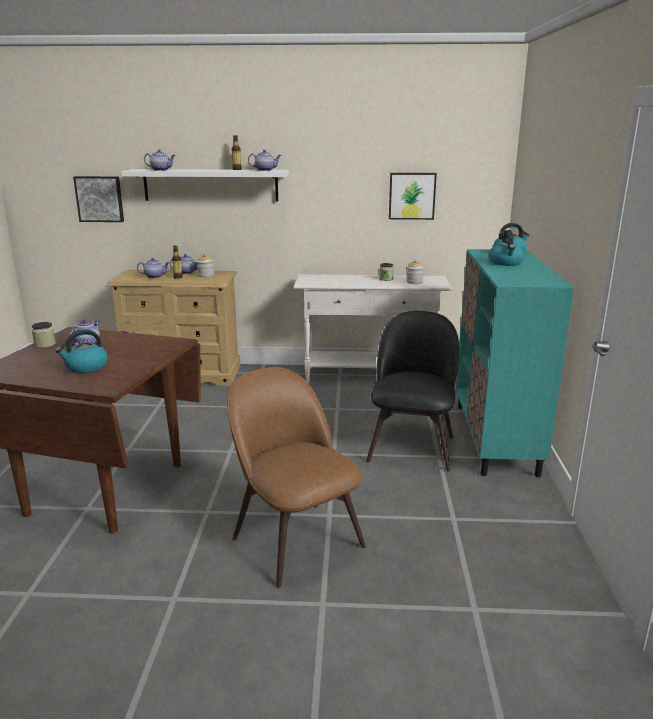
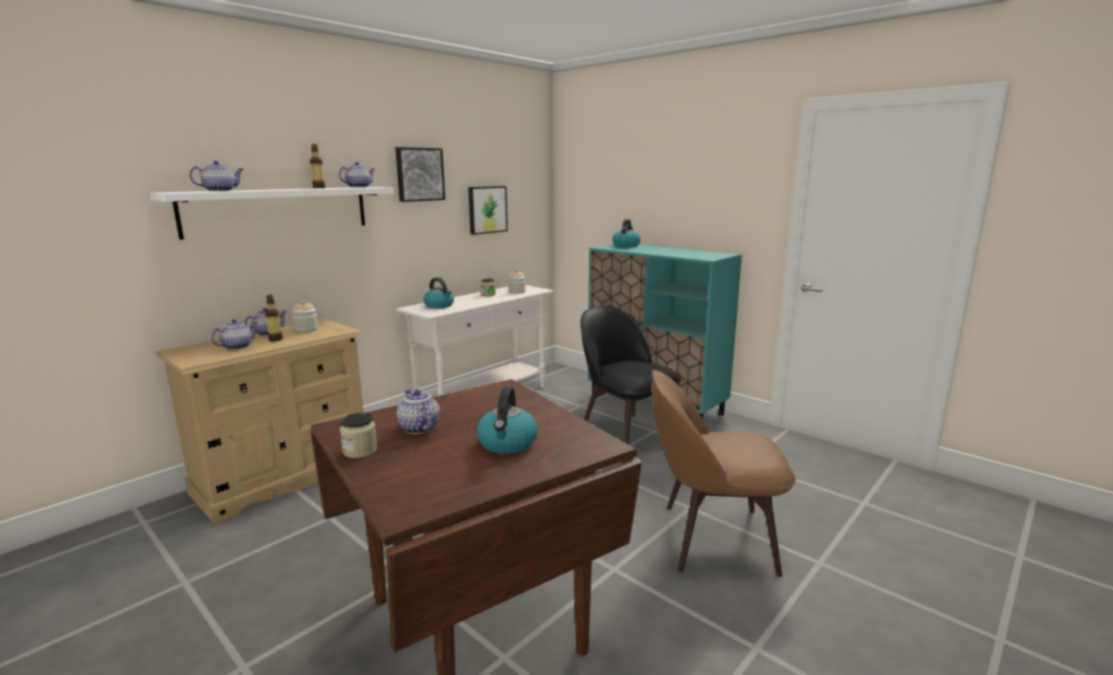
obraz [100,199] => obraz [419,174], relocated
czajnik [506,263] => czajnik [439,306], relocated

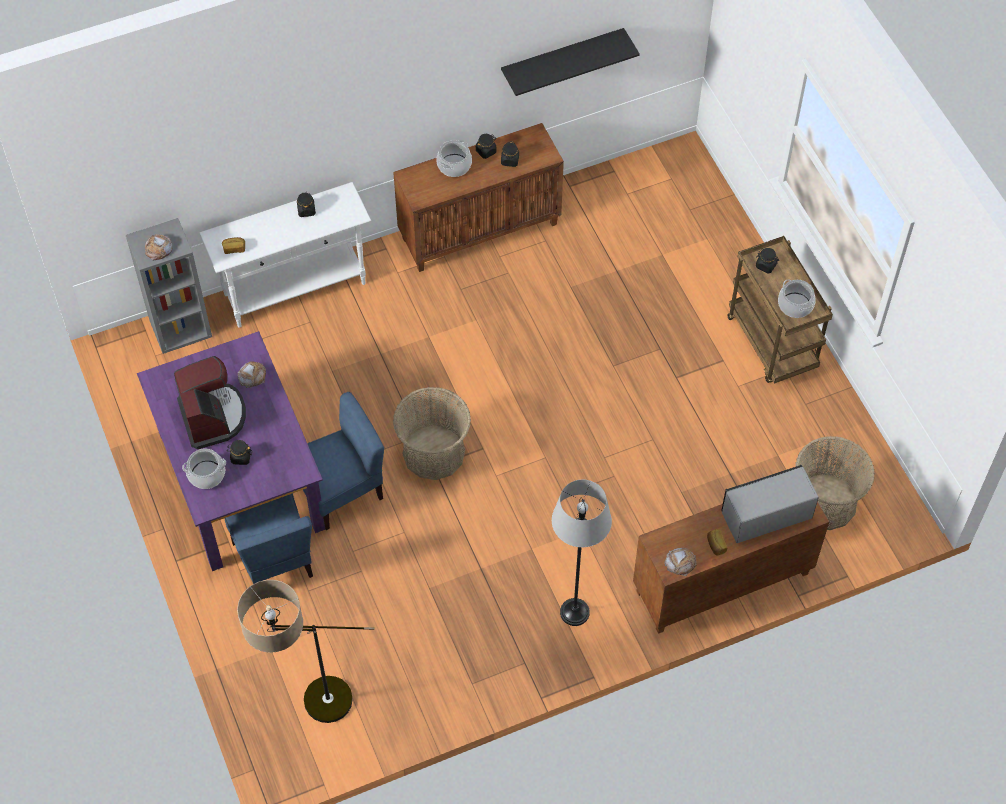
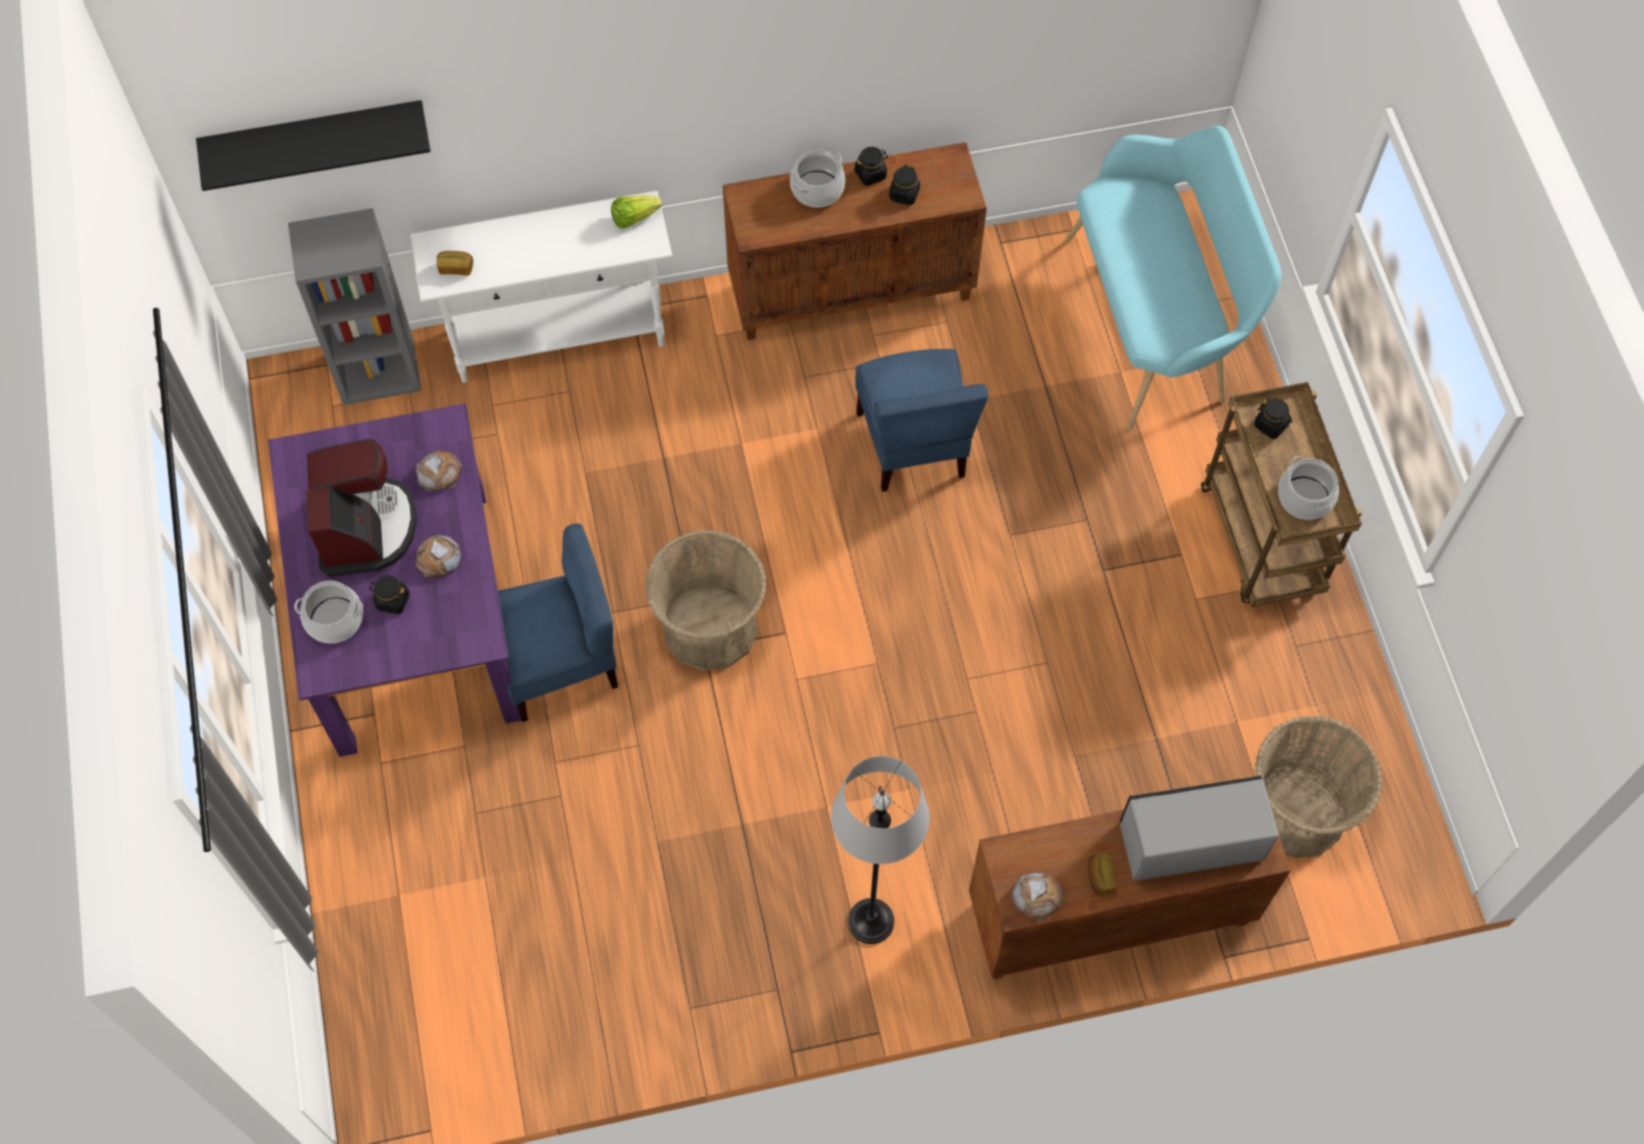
półka/czarny [562,58] => półka/czarny [315,136], relocated
chleb [158,249] => chleb [438,559], relocated
nothing => sałata [634,217]
krzesło/niebieski [274,559] => krzesło/niebieski [913,445], relocated
nothing => ławka/turkusowy [1155,322]
lampa stojąca [309,706] => nothing
słoik/czarny [306,210] => nothing

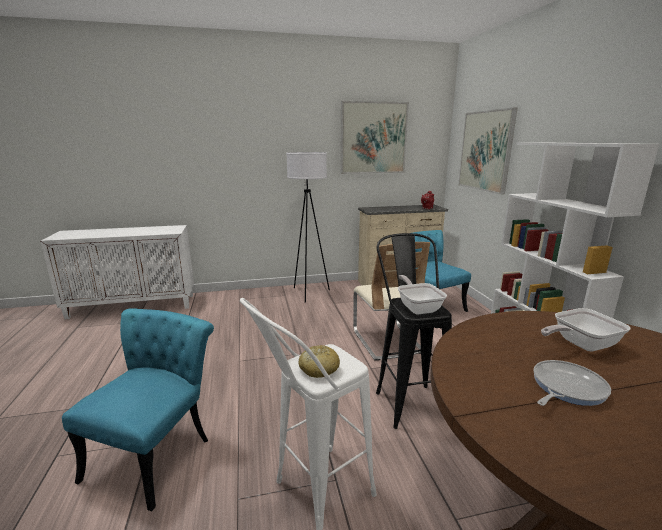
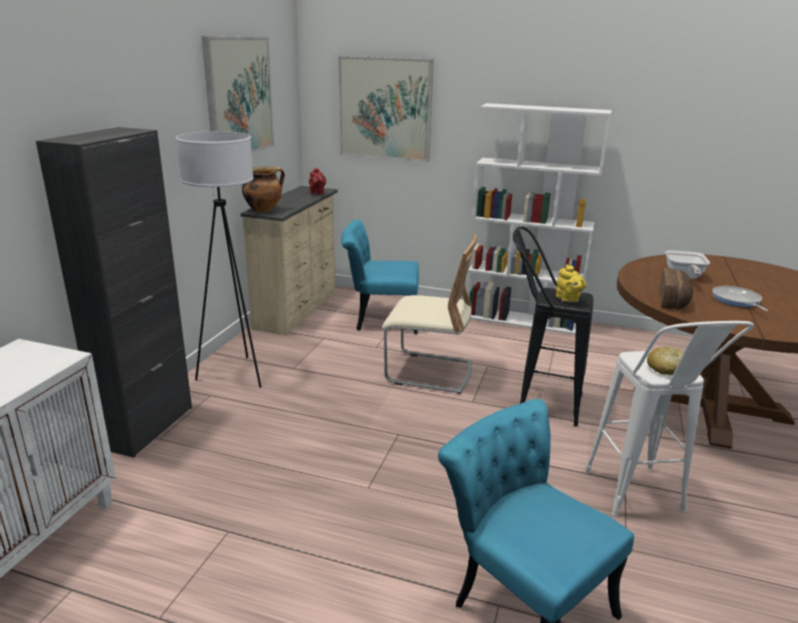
nothing => szafka/czarny [147,427]
nothing => garnek [264,210]
patelnia [417,307] => imbryk/żółty [568,299]
nothing => chleb [674,301]

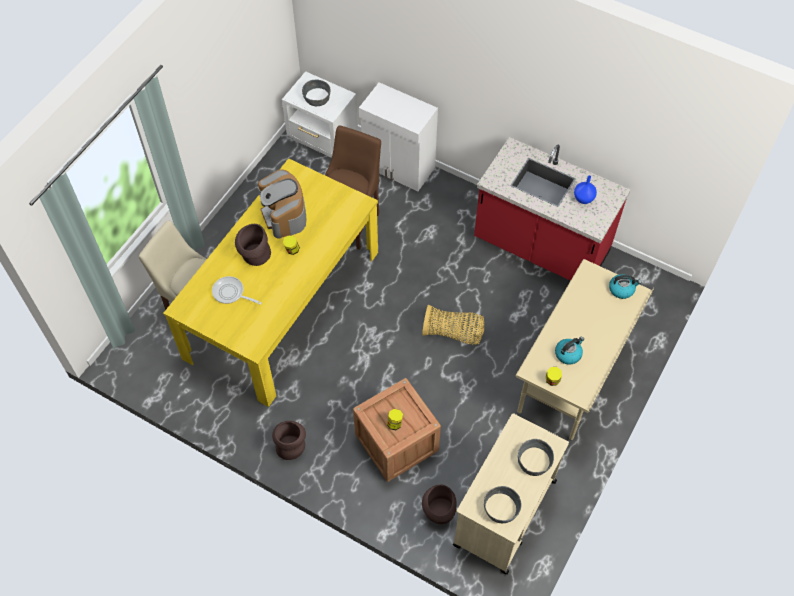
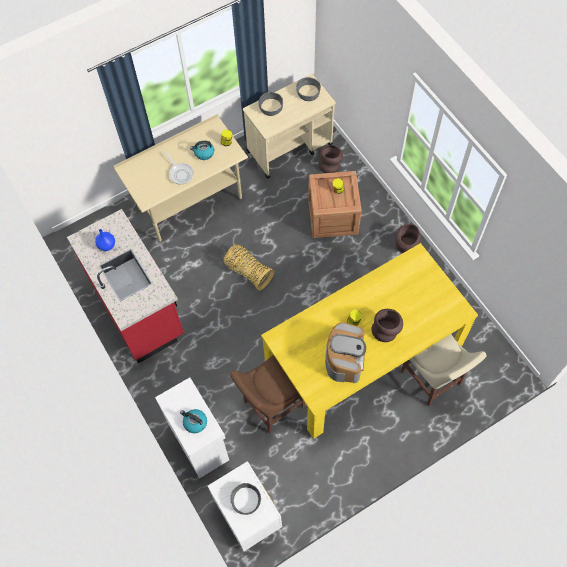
patelnia [231,293] => patelnia [180,173], relocated
czajnik [621,289] => czajnik [195,422], relocated

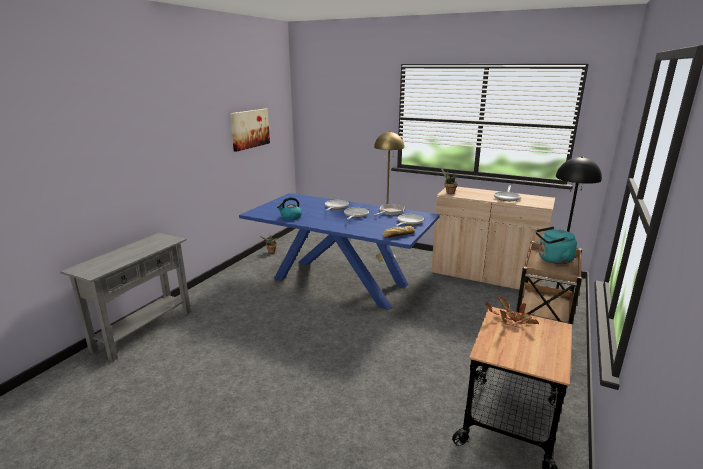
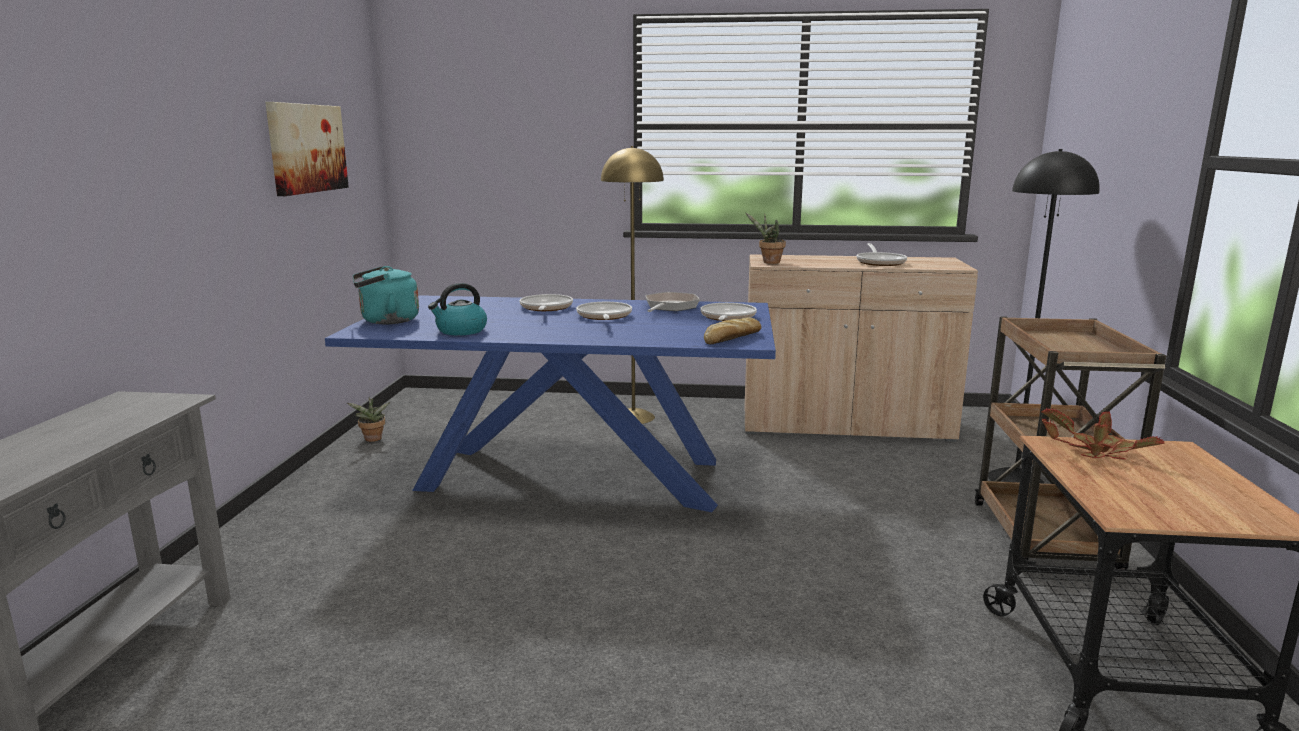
czajnik/turkusowy [552,260] => czajnik/turkusowy [386,321], relocated

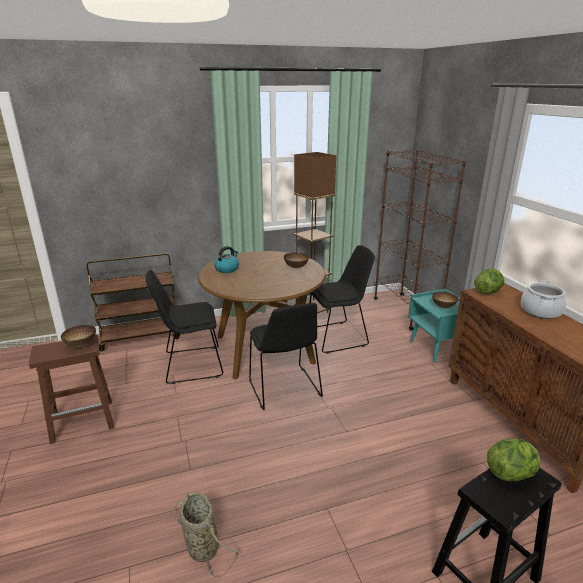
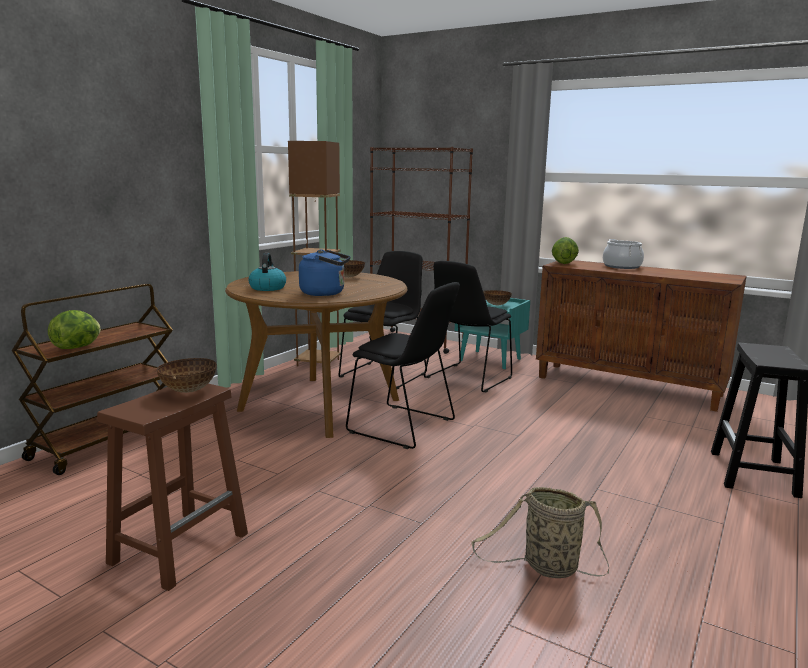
sałata [511,473] => sałata [78,347], relocated
nothing => czajnik/niebieski [325,293]
krzesło/czarny [190,365] => krzesło/czarny [467,379], relocated

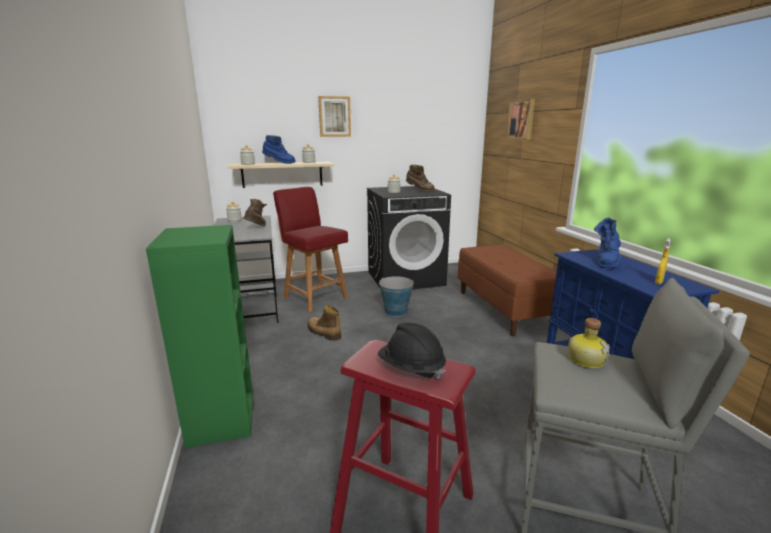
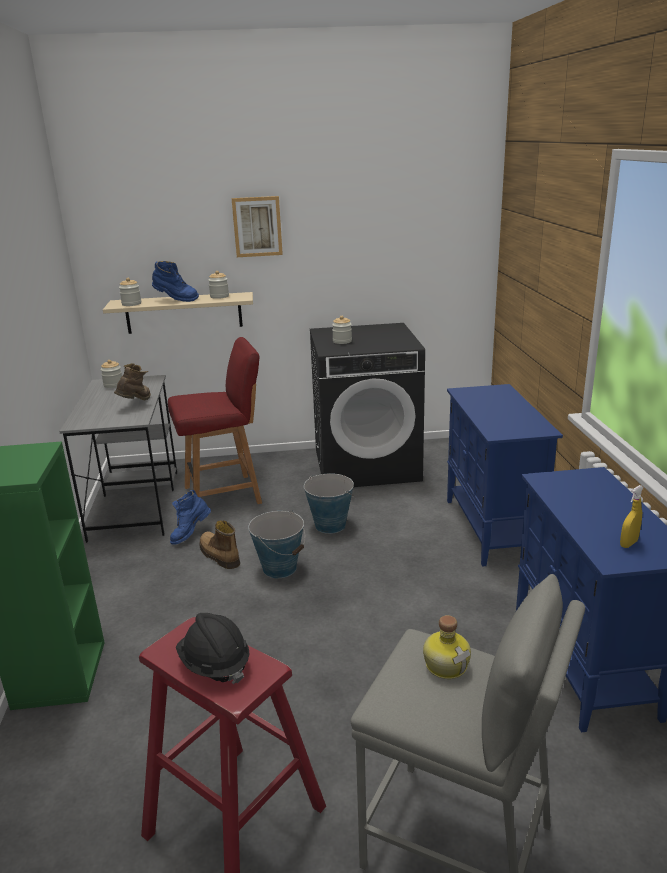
krzesło/czerwony [314,297] => krzesło/czerwony [225,494], 105 degrees clockwise
but z cholewką/niebieski [606,262] => but z cholewką/niebieski [190,534], relocated
nothing => wiadro [280,568]
ławka/brązowy [504,309] => szafka/niebieski [492,529]
but z cholewką/brązowy [419,191] => nothing
obraz [521,119] => nothing

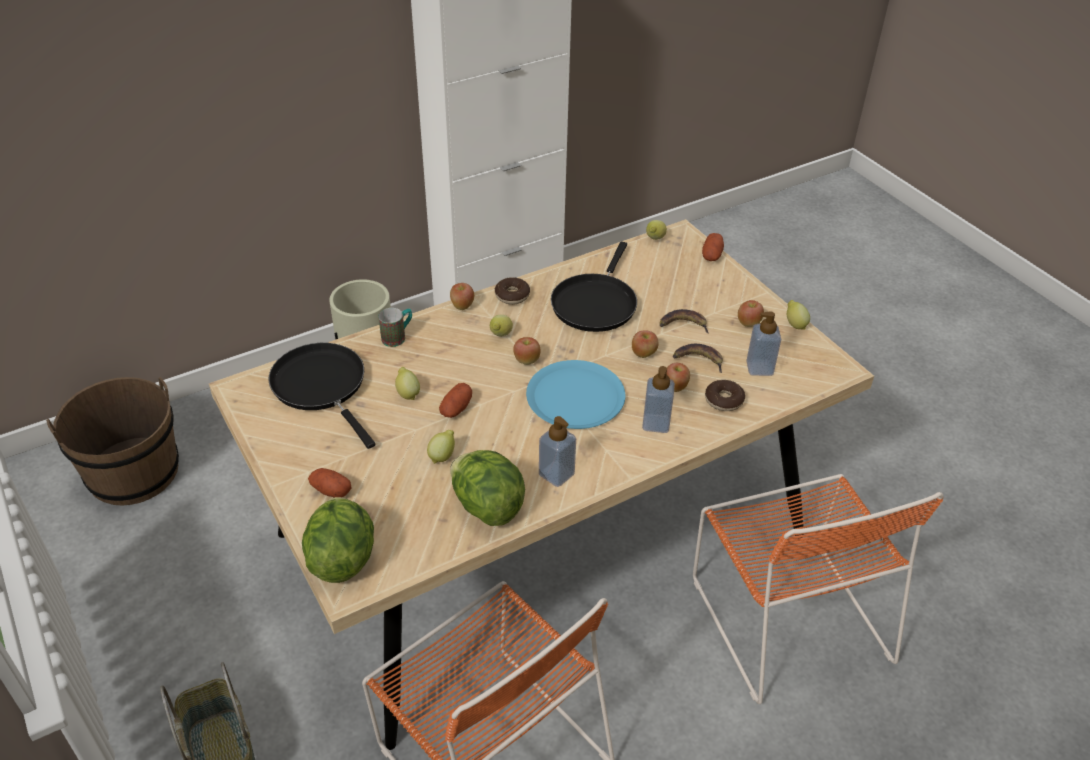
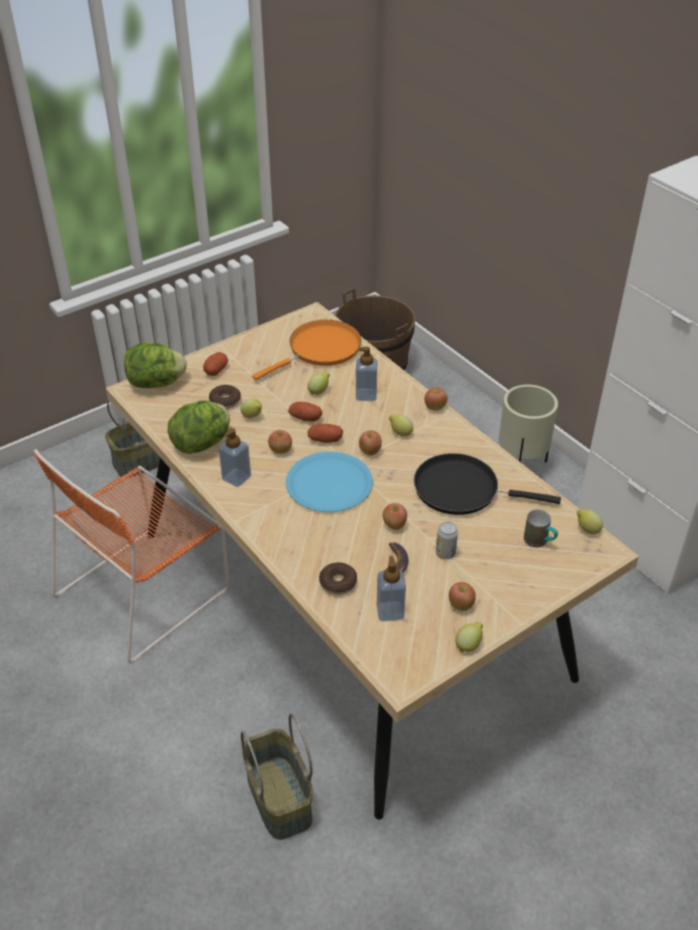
donut [512,295] => donut [225,401], relocated
krzesło/pomarańczowy [787,614] => koszyk [277,797]
patelnia/czarny [322,386] => patelnia/pomarańczowy [320,350]
jabłko [675,387] => jabłko [280,451], relocated
ziemniak [712,255] => ziemniak [325,440], relocated
dozownik mydła [656,423] => dozownik mydła [366,395], relocated
banan [683,324] => puszka [445,553]
kubek [398,337] => kubek [539,542], relocated

